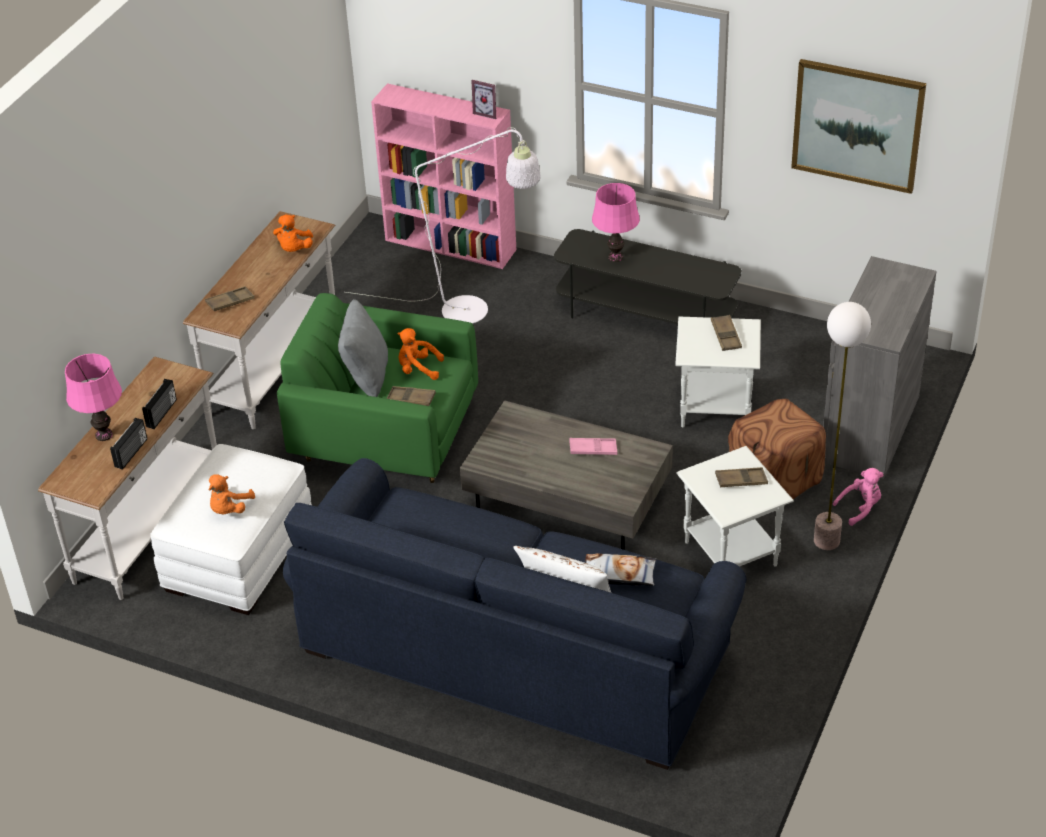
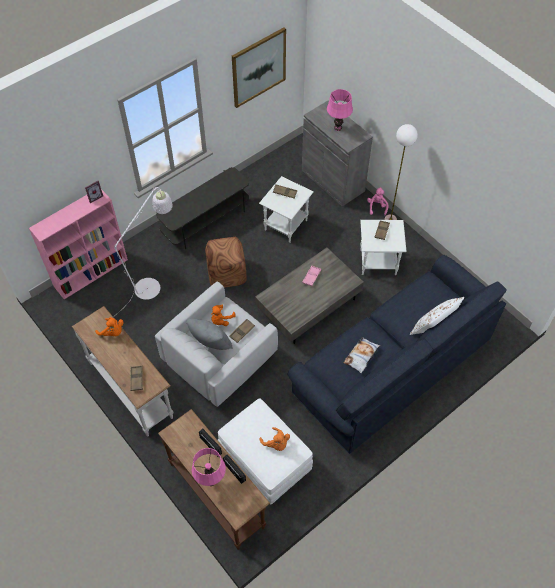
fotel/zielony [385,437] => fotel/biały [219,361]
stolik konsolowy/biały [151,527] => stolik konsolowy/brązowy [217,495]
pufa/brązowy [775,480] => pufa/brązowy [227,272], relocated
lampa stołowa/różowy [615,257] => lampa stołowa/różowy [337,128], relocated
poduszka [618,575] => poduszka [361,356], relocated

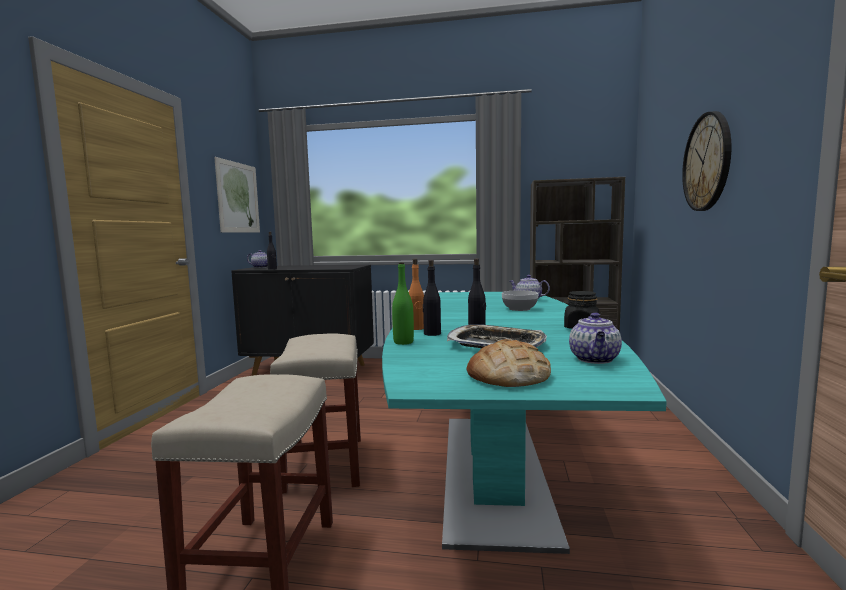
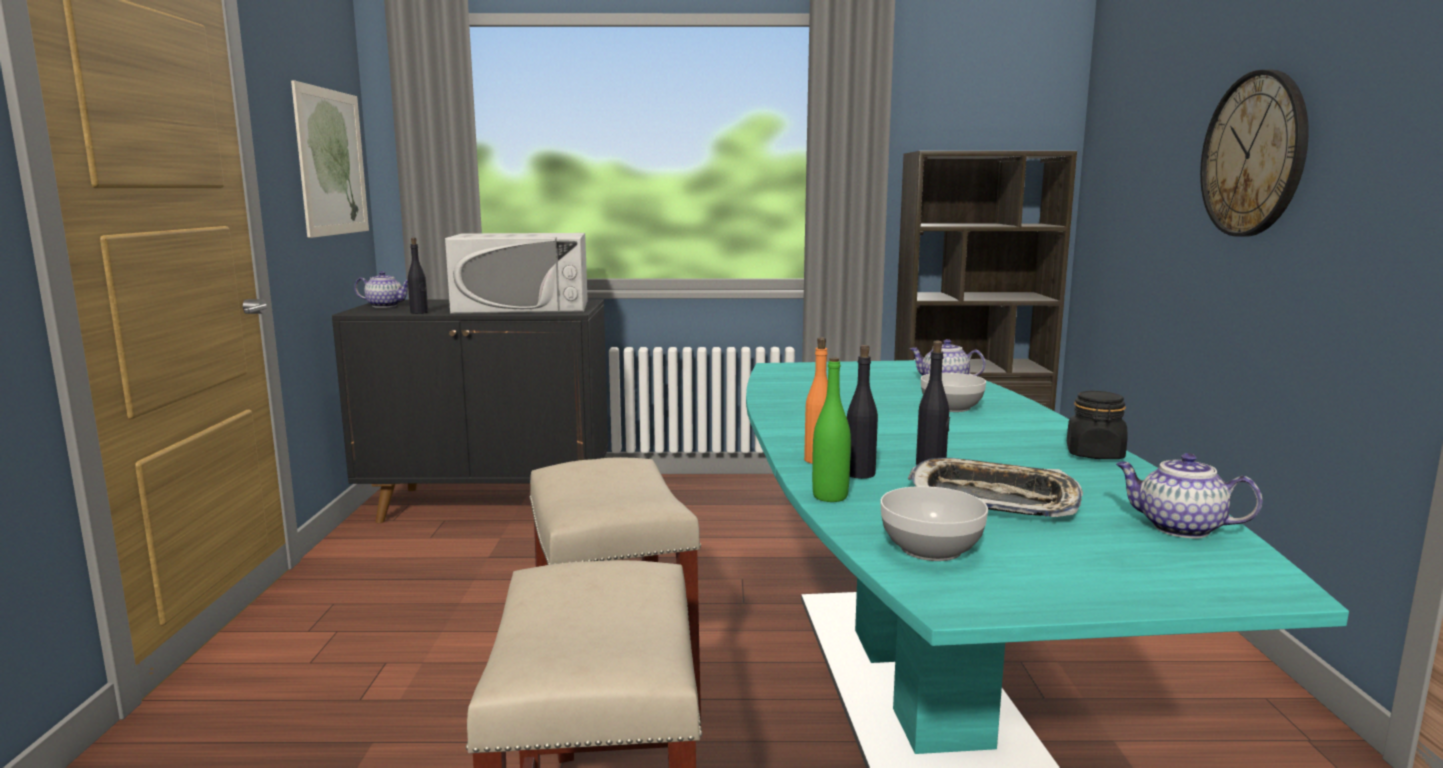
nothing => mikrofalówka/biały [523,306]
nothing => miska [932,548]
imbryk [595,360] => imbryk [1178,528], 120 degrees clockwise
chleb [507,375] => nothing

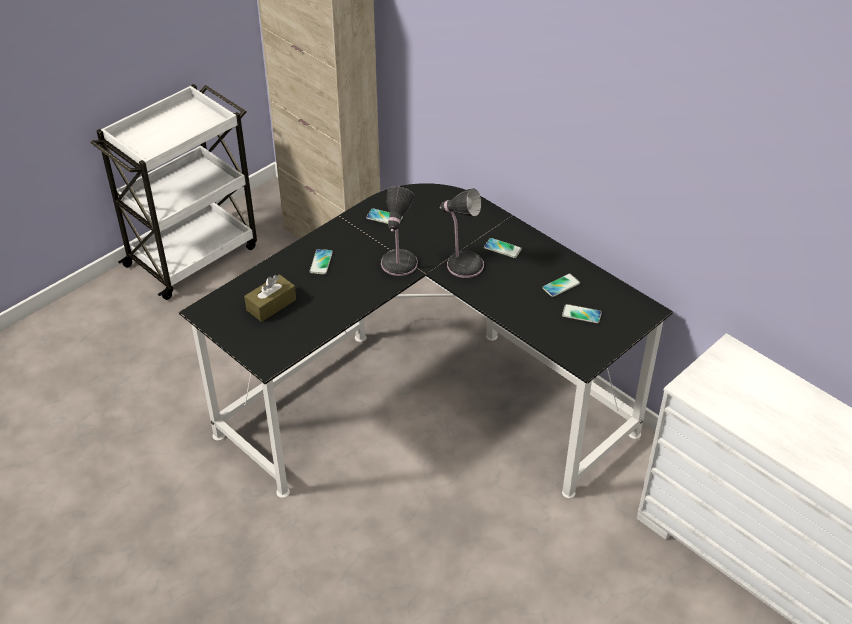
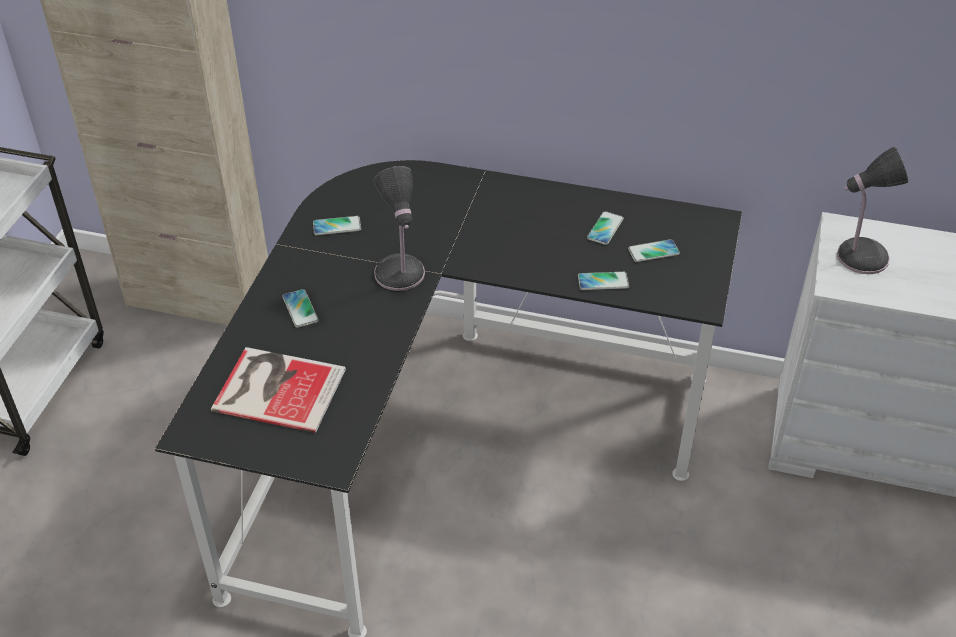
pudełko chusteczek/brązowy [271,305] => książka [277,387]
telefon [502,248] => telefon [603,282], relocated
lampa stołowa [463,264] => lampa stołowa [858,257], relocated

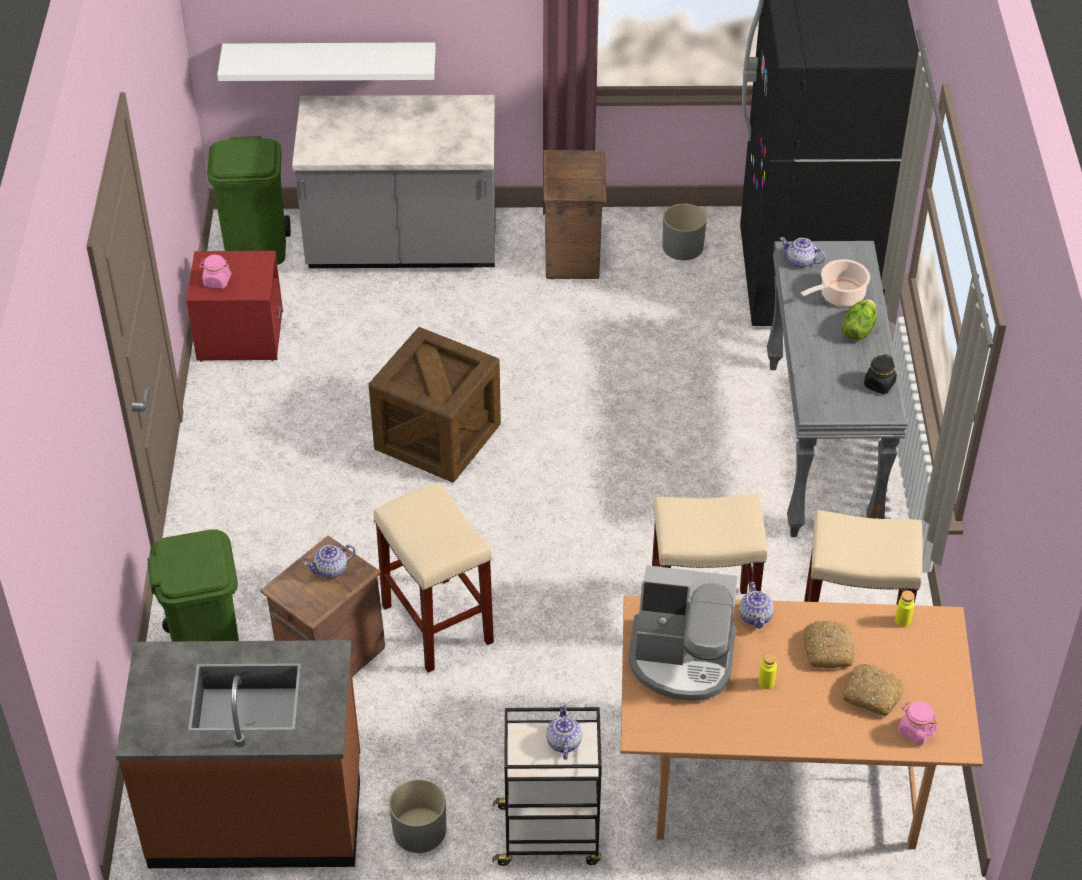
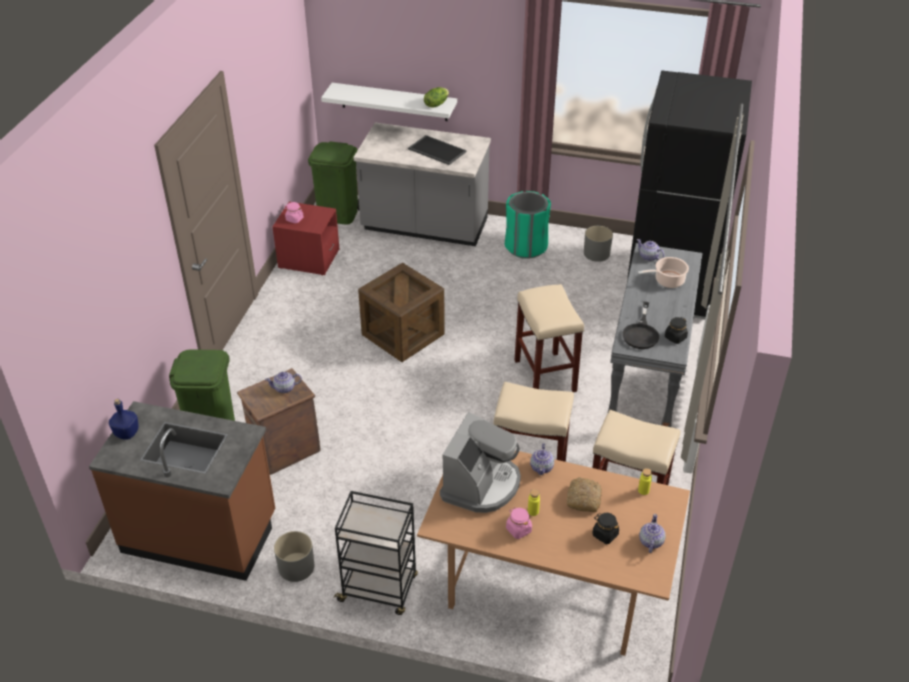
nothing => butelka/niebieski [127,433]
nothing => taca [436,150]
sałata [857,330] => sałata [436,104], relocated
ekspres do kawy [682,659] => ekspres do kawy [481,485], 90 degrees counterclockwise
skrzynka [572,254] => kosz na śmieci/zielony [526,247]
słoik/różowy [916,731] => słoik/różowy [518,530], relocated
stołek/beżowy [436,623] => stołek/beżowy [544,375], relocated
chleb [872,694] => słoik/czarny [605,534]
nothing => patelnia/czarny [641,333]
imbryk [563,743] => imbryk [650,541], relocated

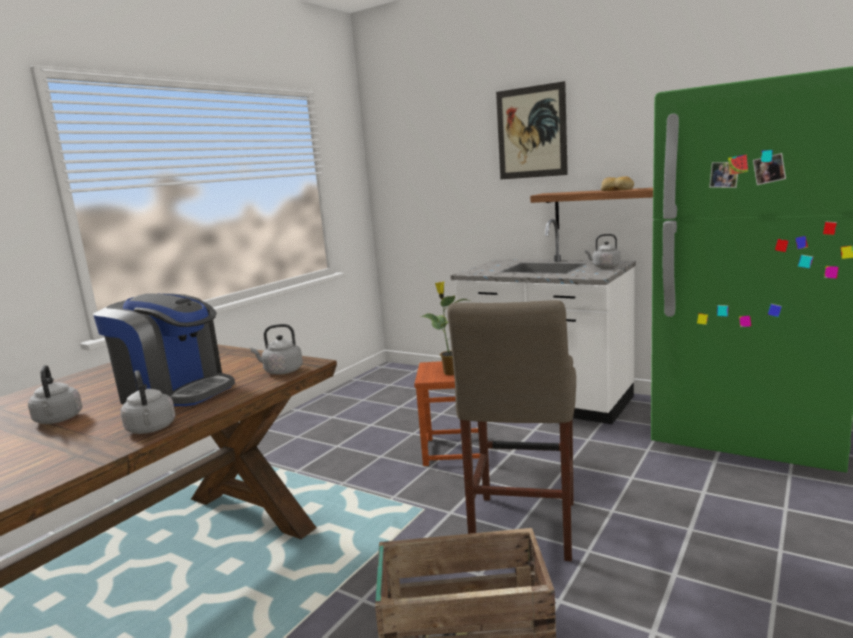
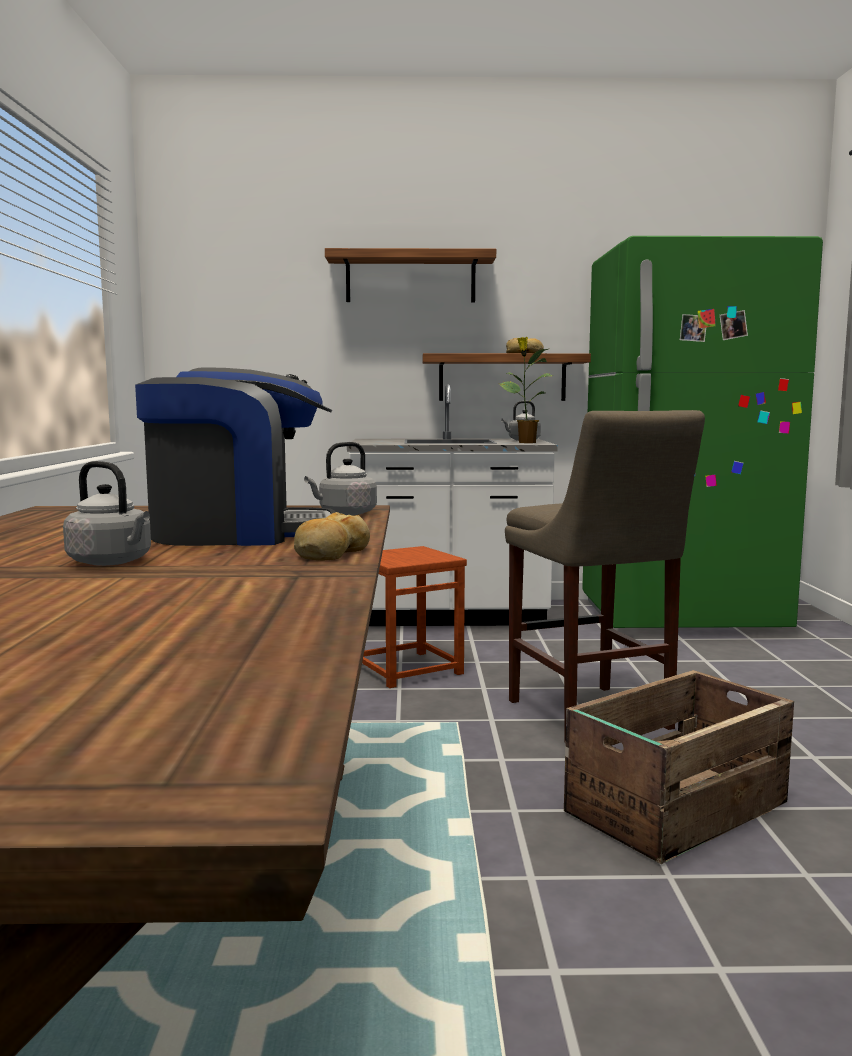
czajnik/szary [151,429] => chleb [331,553]
obraz [531,132] => półka [410,278]
roślina doniczkowa [450,372] => roślina doniczkowa [526,442], relocated

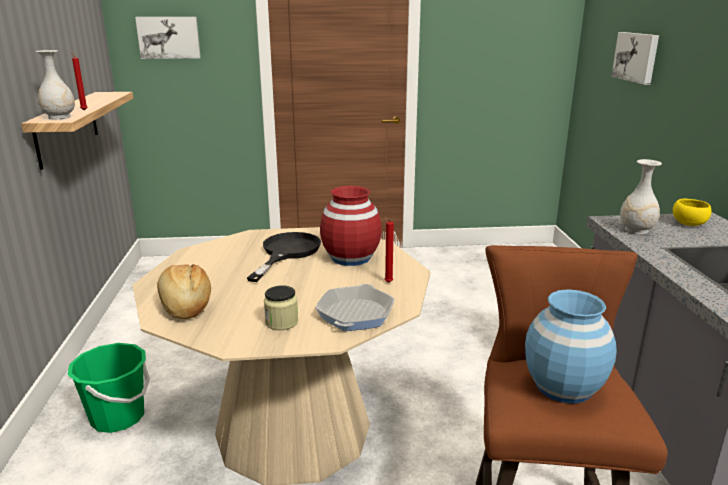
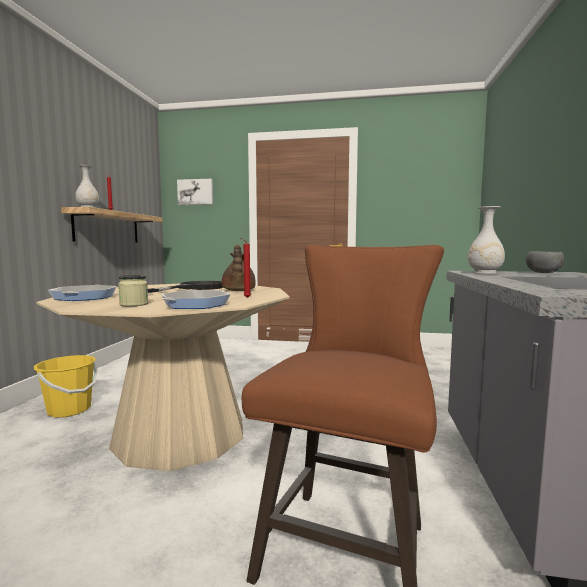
wiadro/zielony [118,417] => wiadro/żółty [69,410]
chleb [184,305] => patelnia [84,297]
wazon/czerwony [351,257] => imbryk/brązowy [238,291]
miska/żółty [688,224] => miska/szary [542,273]
wazon/niebieski [564,387] => nothing
obraz [636,57] => nothing

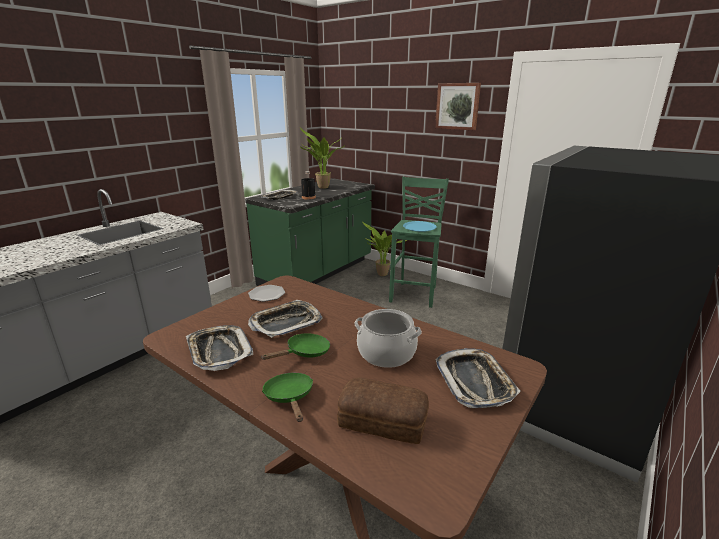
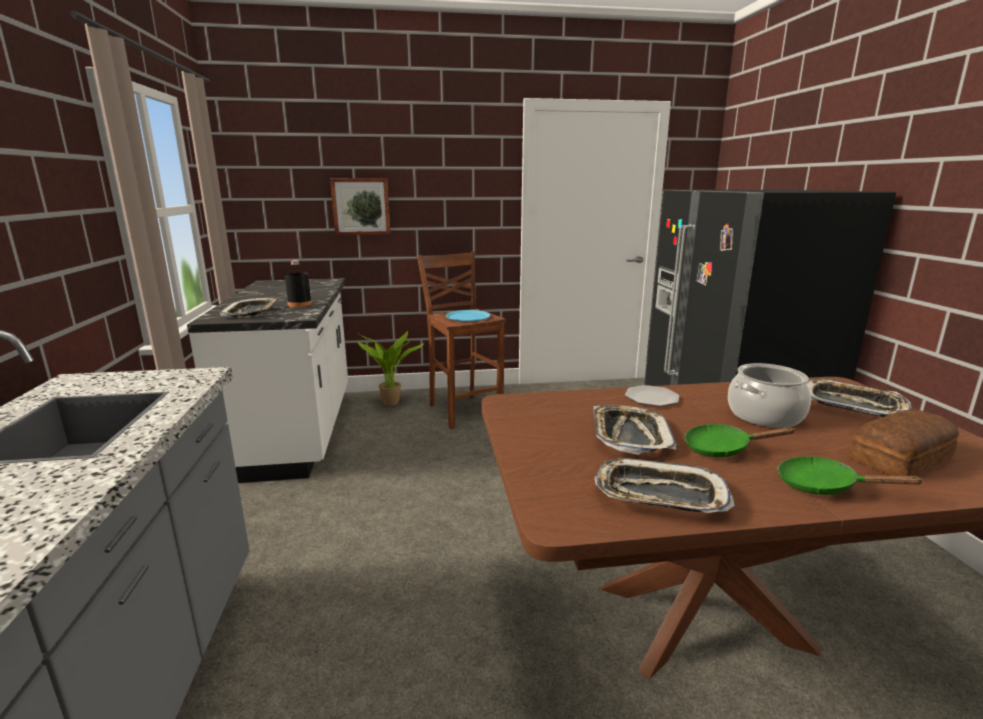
zabudowa kuchenna/zielony [318,272] => zabudowa kuchenna/biały [297,431]
obraz [457,106] => obraz [361,206], relocated
stołek/zielony [415,294] => stołek/brązowy [463,410]
talerz [266,294] => talerz [651,398], relocated
patelnia/zielony [304,353] => patelnia/zielony [722,448], 90 degrees counterclockwise
roślina doniczkowa [322,188] => nothing

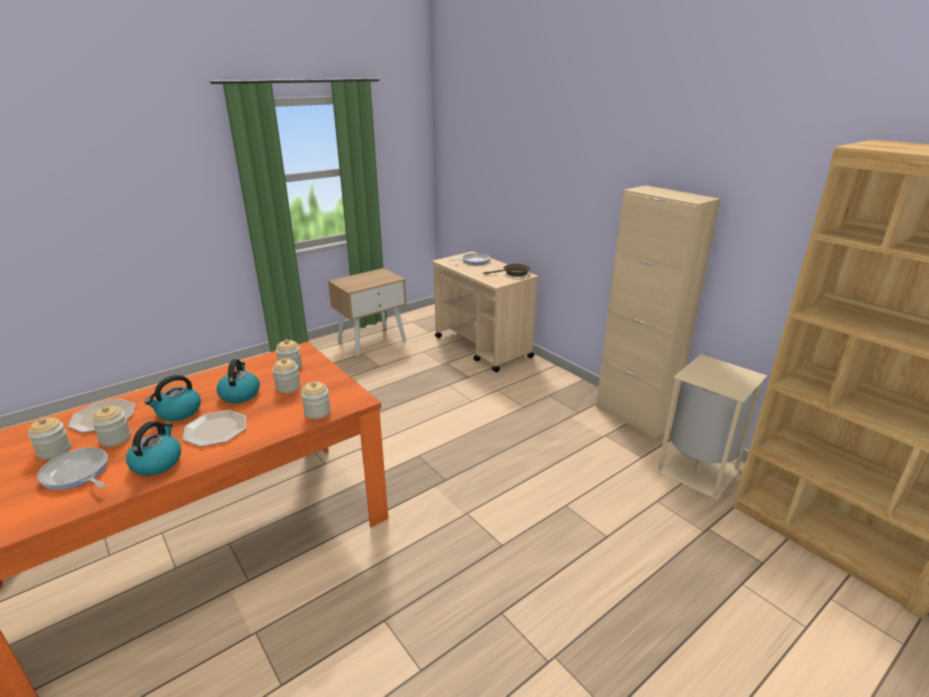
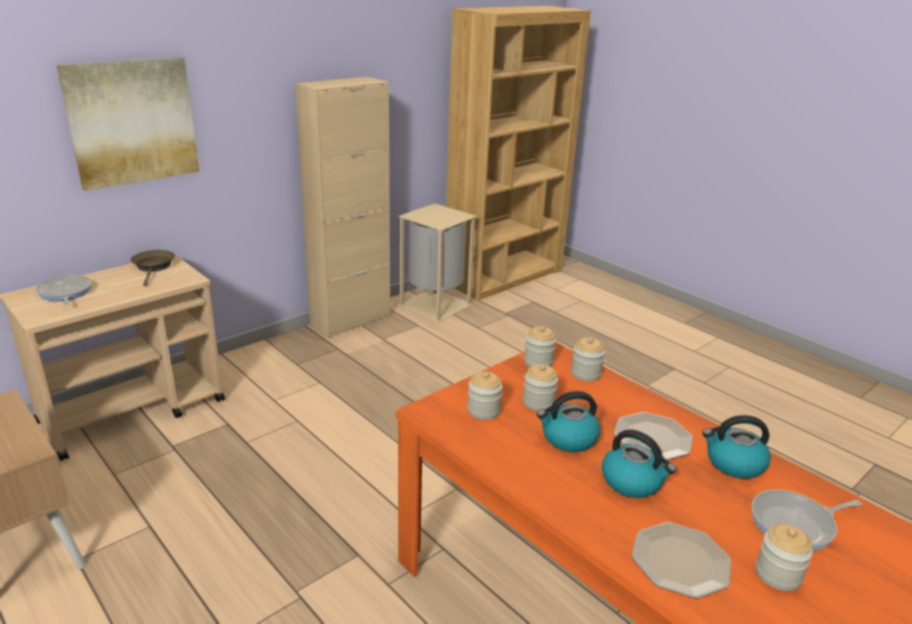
nothing => obraz [132,122]
słoik [115,438] => słoik [538,362], relocated
patelnia [77,474] => patelnia [796,524], 45 degrees clockwise

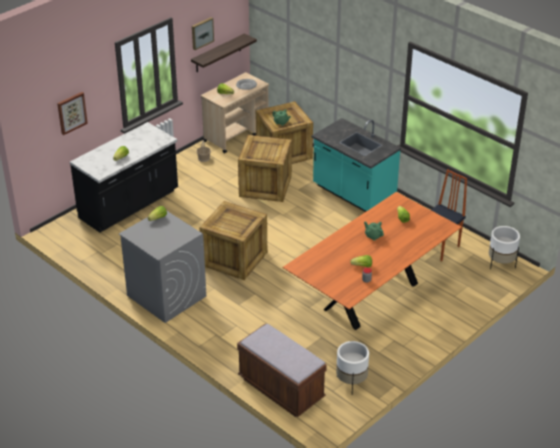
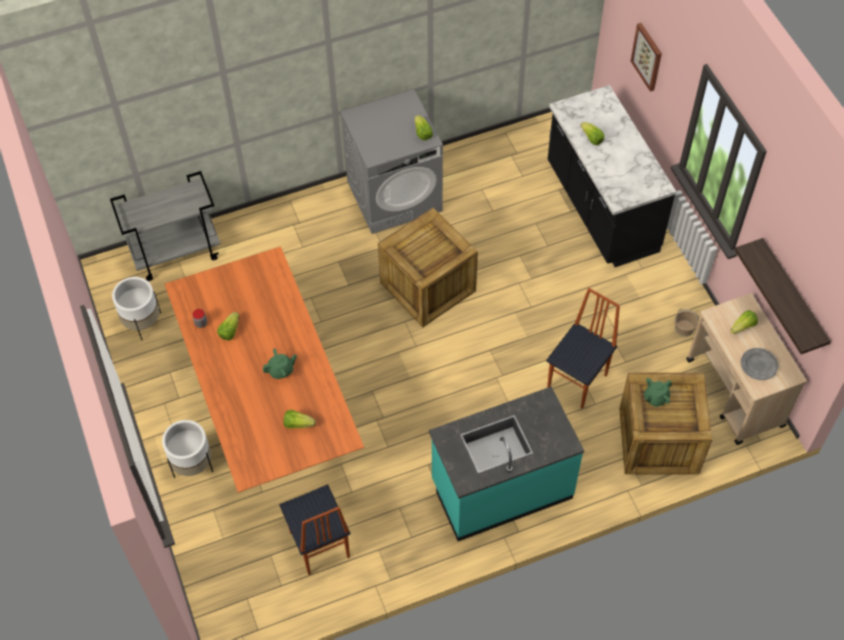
ławka/brązowy [281,388] => wózek/szary [177,252]
donica/biały [501,264] => donica/biały [192,464], relocated
skrzynka [265,185] => krzesło [578,381]
obraz [201,33] => nothing

